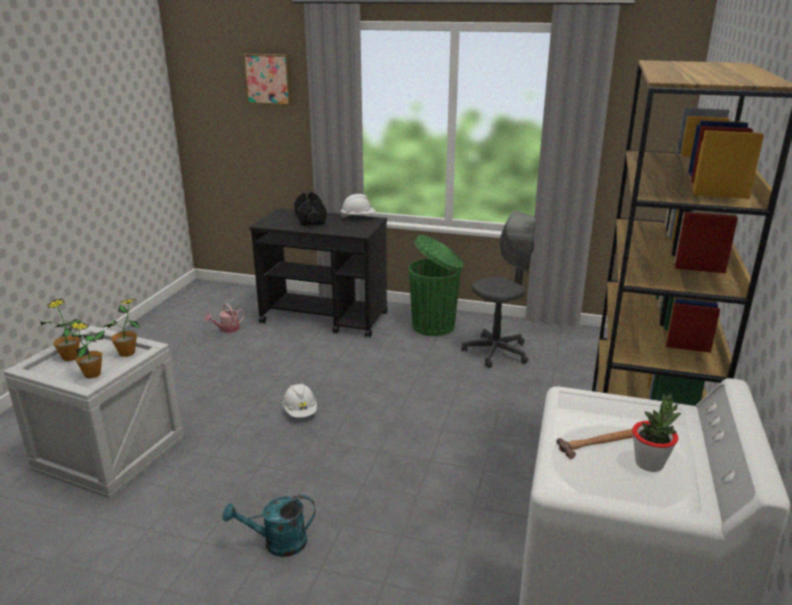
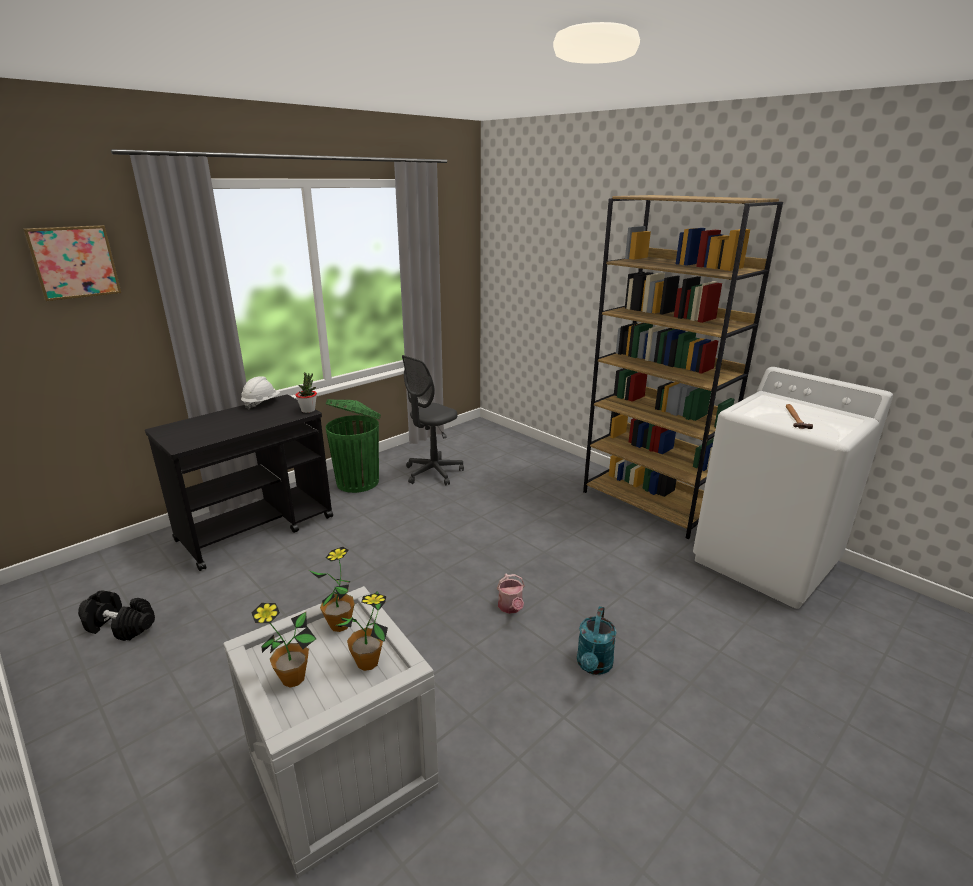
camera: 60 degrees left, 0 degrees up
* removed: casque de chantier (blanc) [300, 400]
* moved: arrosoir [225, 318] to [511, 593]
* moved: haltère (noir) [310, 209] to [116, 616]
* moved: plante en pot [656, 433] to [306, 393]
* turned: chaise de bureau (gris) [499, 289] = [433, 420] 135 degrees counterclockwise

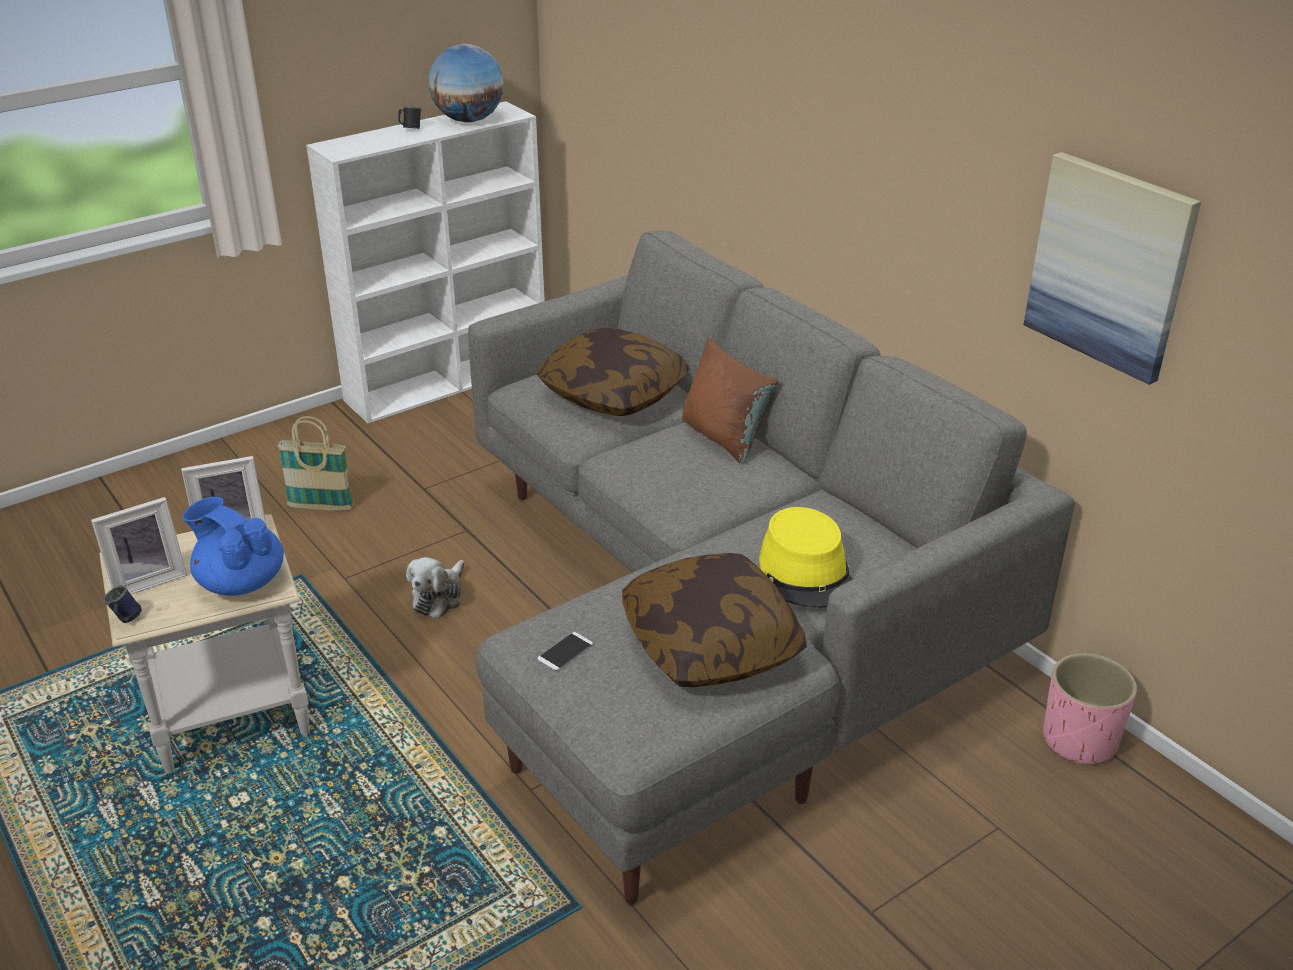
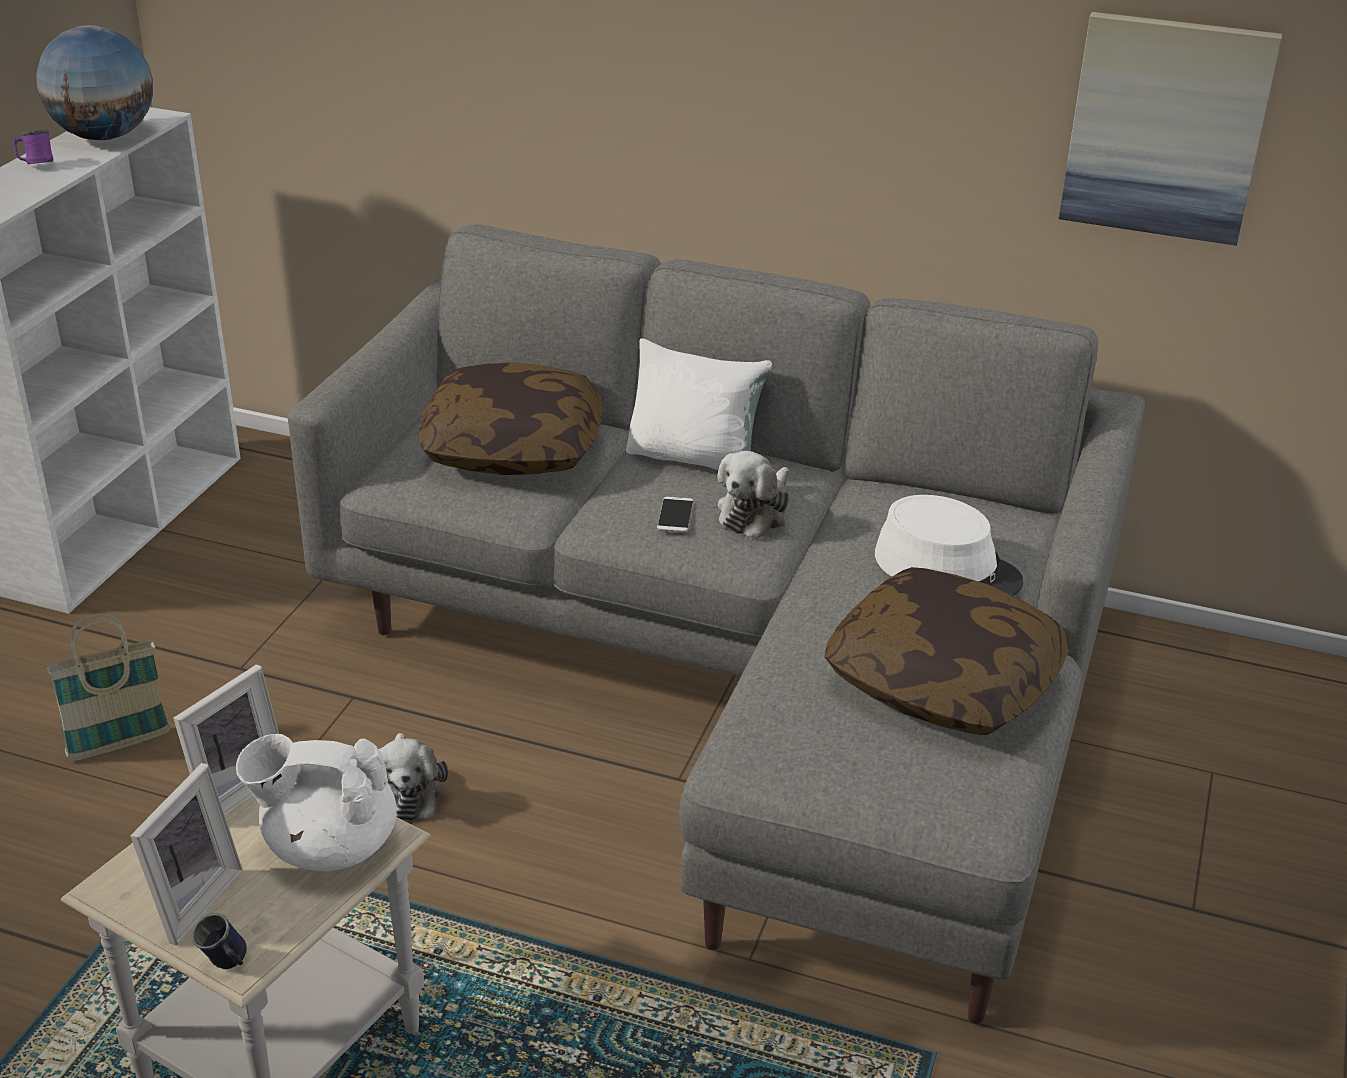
camera: 35 degrees left, 0 degrees up
* removed: cache-pot (rose) [1090, 709]
* added: peluche [753, 495]
* moved: téléphone [565, 651] to [675, 514]
* recoloured: théière (bleu) [233, 546] to théière (blanc) [316, 802]
* recoloured: mug (noir) [409, 117] to mug (violet) [33, 147]
* recoloured: coussin (marron) [730, 401] to coussin (blanc) [699, 404]
* recoloured: chapeau (jaune) [806, 557] to chapeau (blanc) [949, 545]

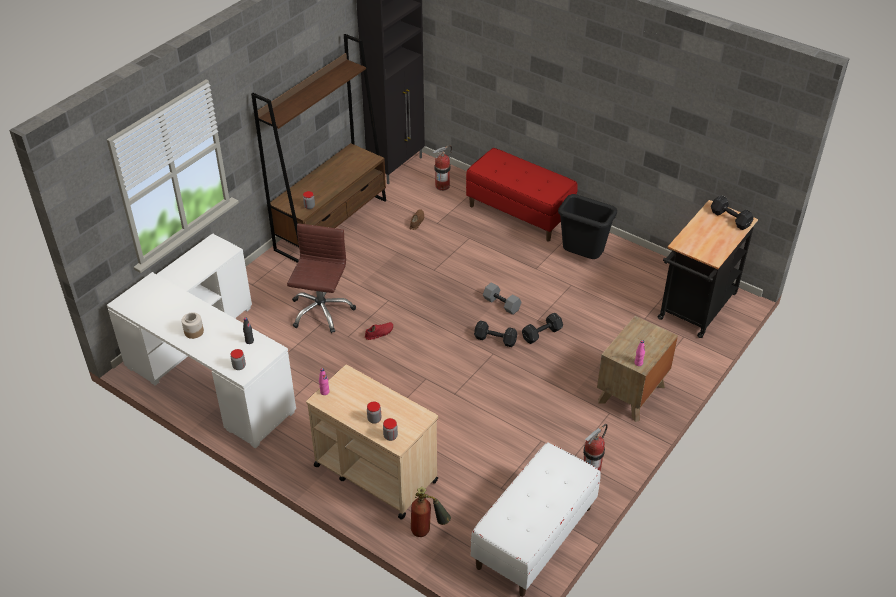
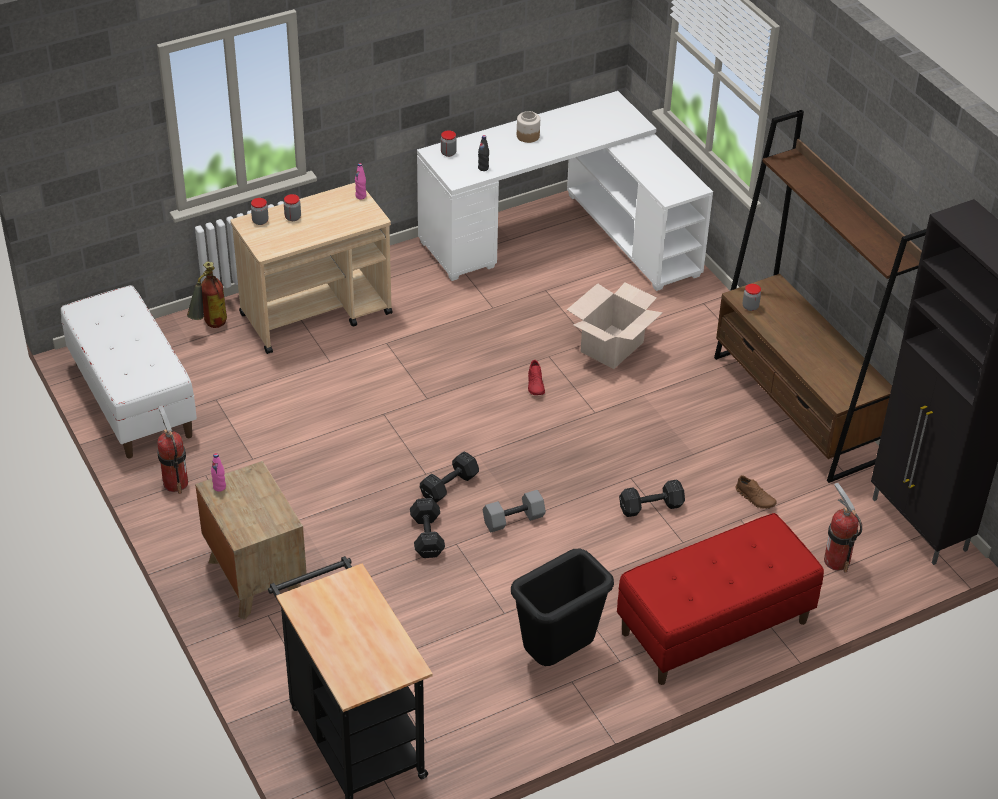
camera: 115 degrees right, 0 degrees up
* moved: haltère (noir) [732, 212] to [652, 498]
* replaced: chaise de bureau (marron) [321, 278] to carton [615, 325]

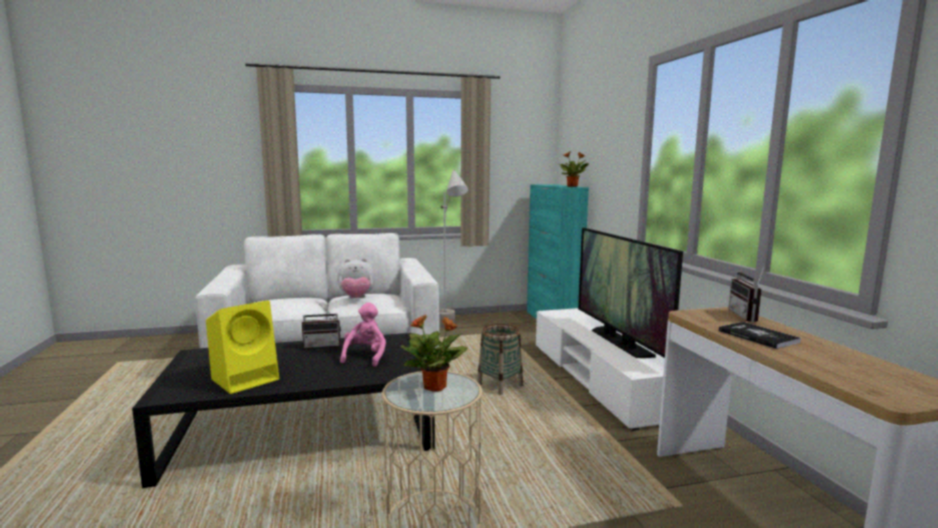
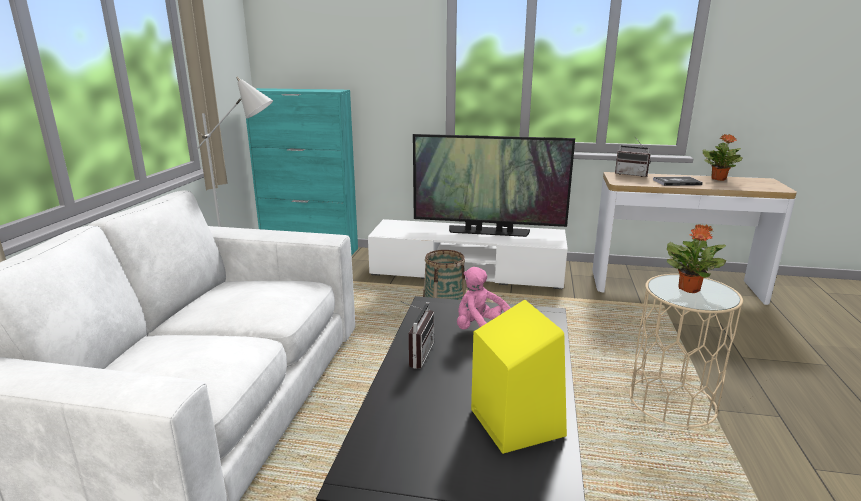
camera: 65 degrees left, 10 degrees up
* removed: peluche [356, 278]
* moved: plante en pot [574, 169] to [723, 157]

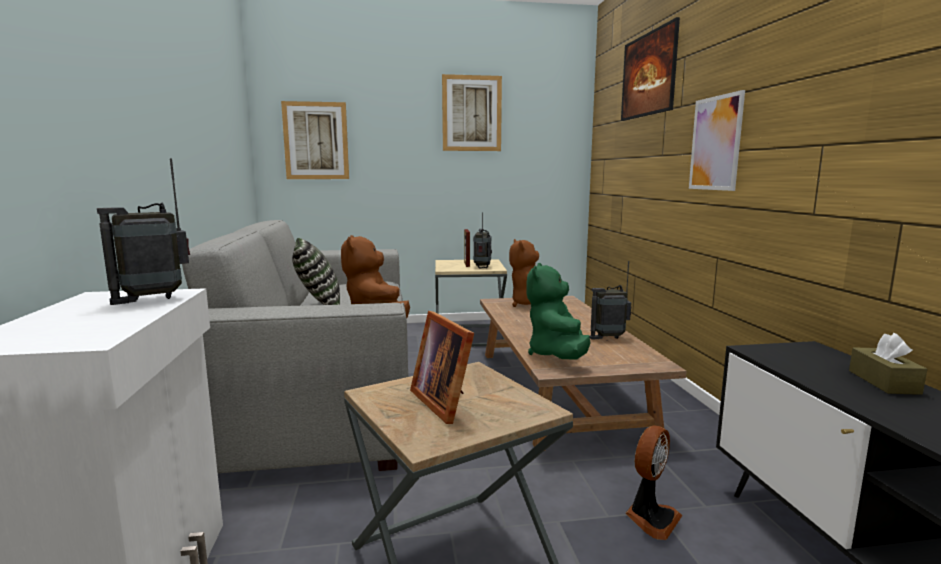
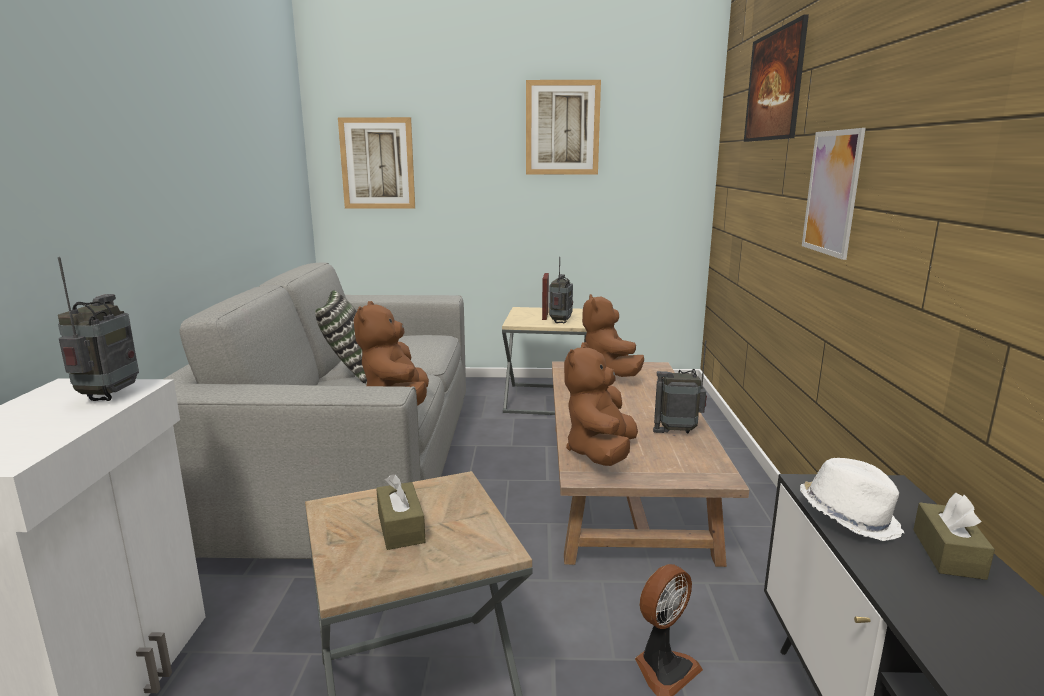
camera: 10 degrees right, 5 degrees up
* added: chapeau (blanc) [852, 499]
* replaced: cadre photo [442, 367] to boîte à mouchoirs (marron) [401, 512]
* recoloured: peluche (vert) [558, 311] to peluche (marron) [601, 404]
* turned: radio [143, 231] = [98, 329] 120 degrees clockwise

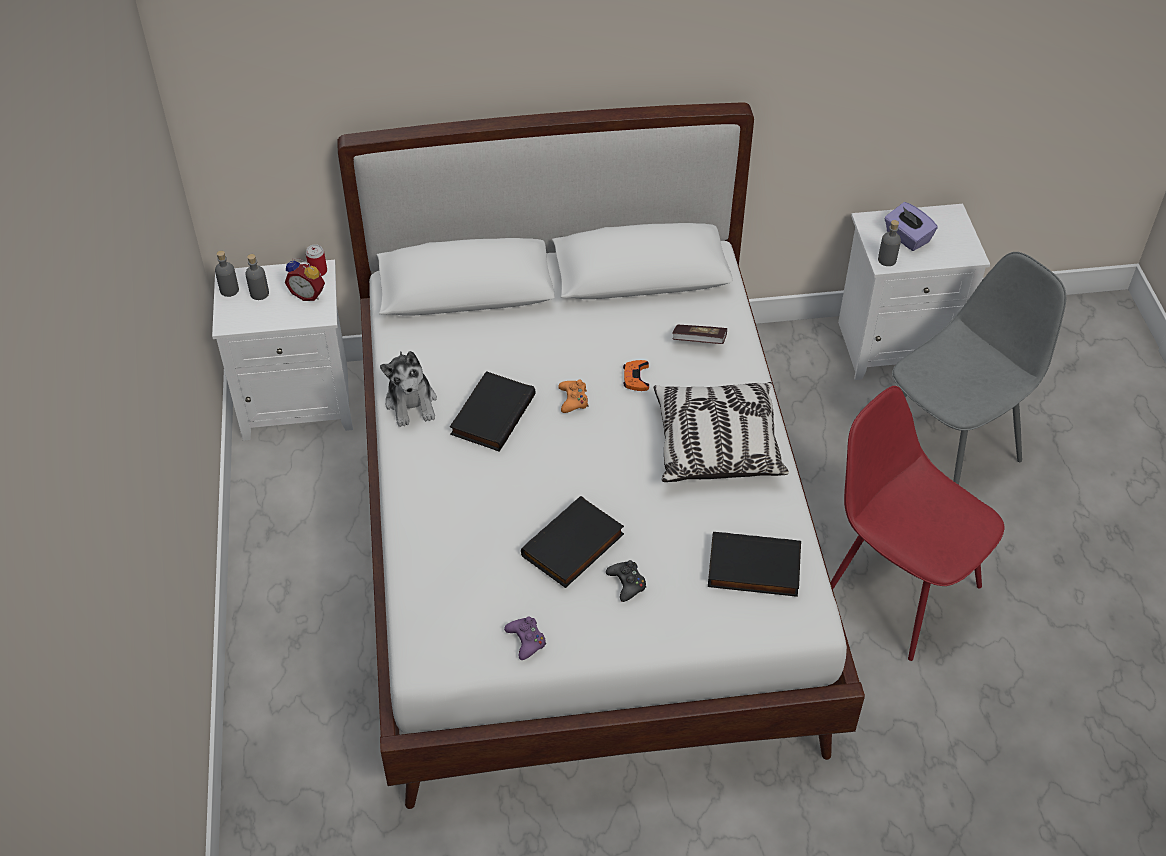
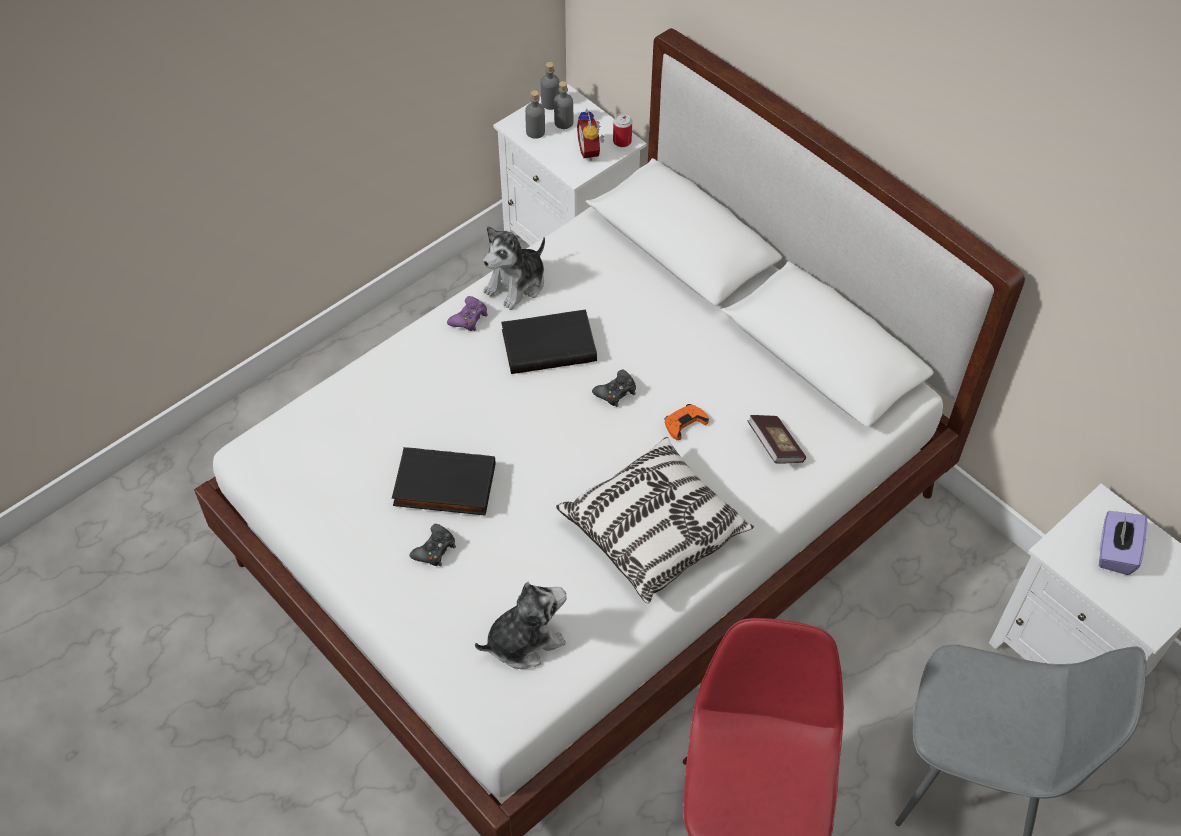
camera: 55 degrees right, 5 degrees up
* moved: manette (violet) [525, 638] to [467, 313]
* moved: bouteille (gris) [889, 243] to [535, 114]
* replaced: livre (noir) [754, 564] to peluche [521, 625]
* recoloured: manette (orange) [573, 396] to manette (noir) [614, 388]

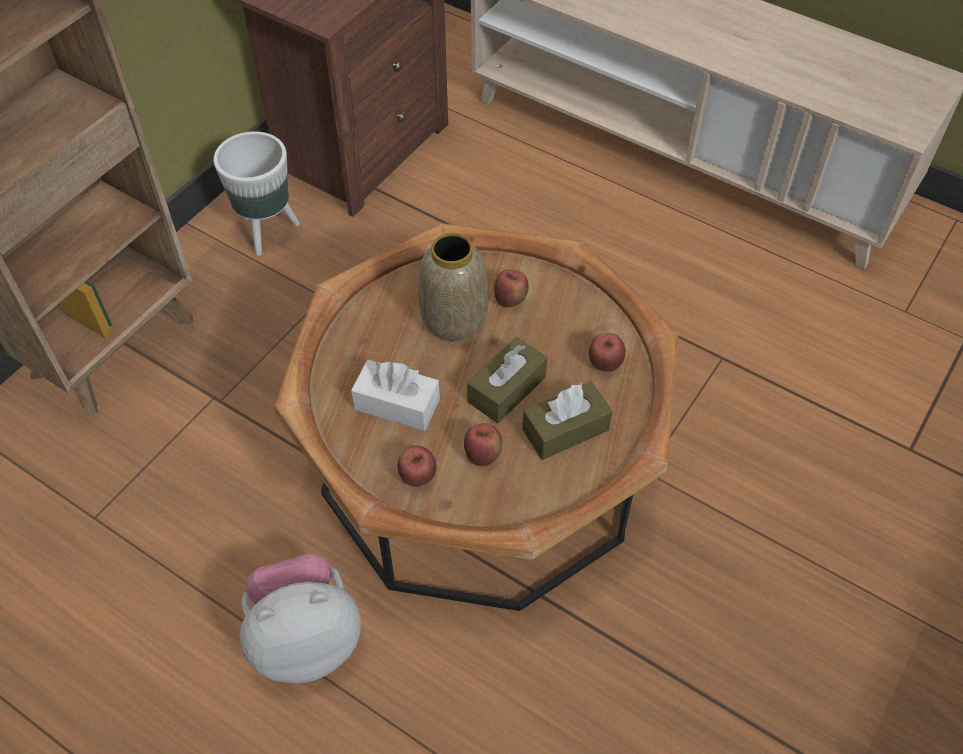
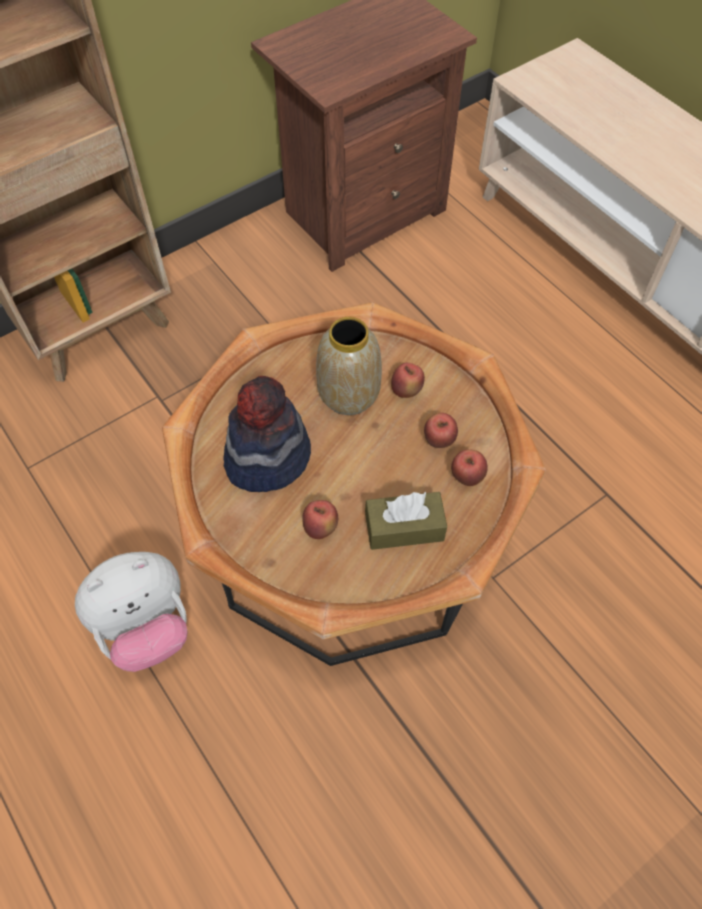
camera: 20 degrees right, 5 degrees up
* removed: cache-pot (blanc) [257, 193]
* removed: boîte à mouchoirs (marron) [507, 380]
* moved: pomme [417, 466] to [441, 430]
* replaced: boîte à mouchoirs (blanc) [395, 395] to chapeau [267, 434]
* turned: peluche [300, 618] = [131, 612] 150 degrees clockwise

